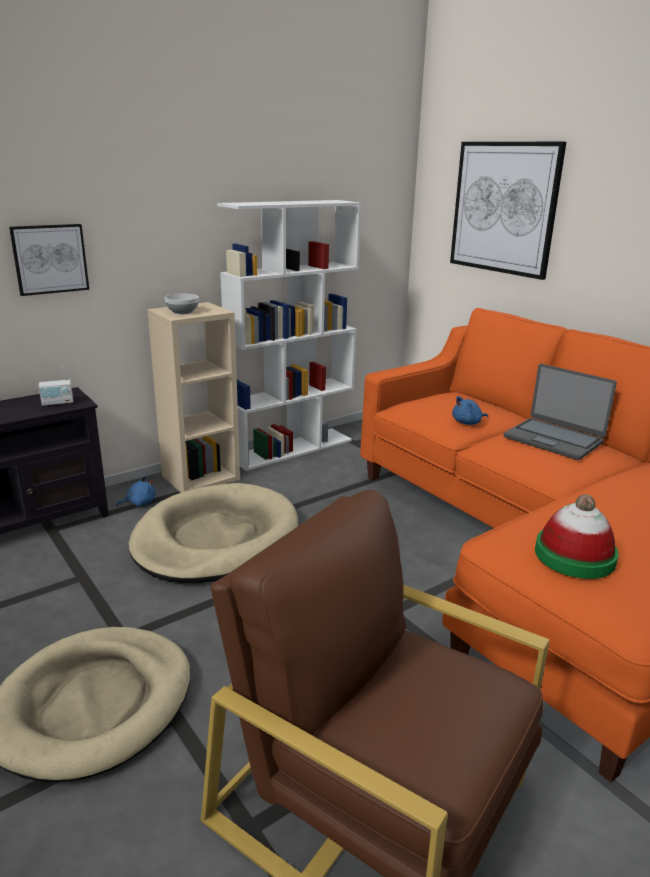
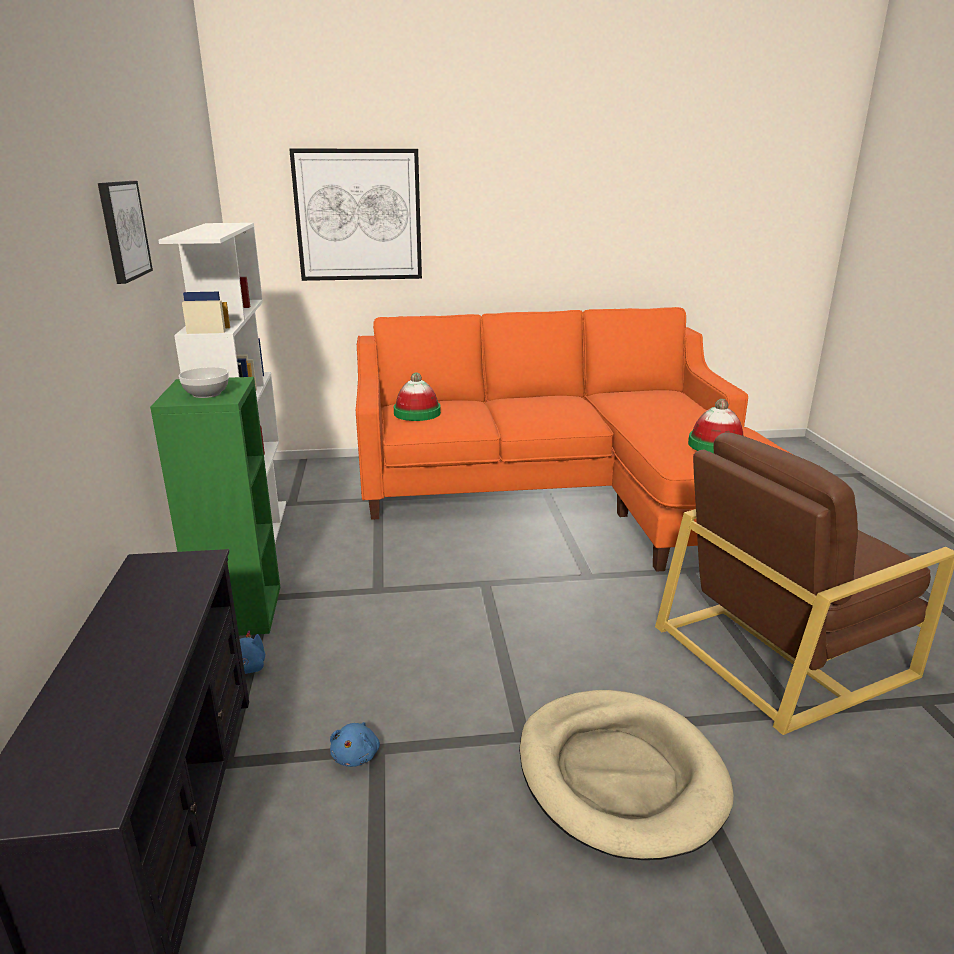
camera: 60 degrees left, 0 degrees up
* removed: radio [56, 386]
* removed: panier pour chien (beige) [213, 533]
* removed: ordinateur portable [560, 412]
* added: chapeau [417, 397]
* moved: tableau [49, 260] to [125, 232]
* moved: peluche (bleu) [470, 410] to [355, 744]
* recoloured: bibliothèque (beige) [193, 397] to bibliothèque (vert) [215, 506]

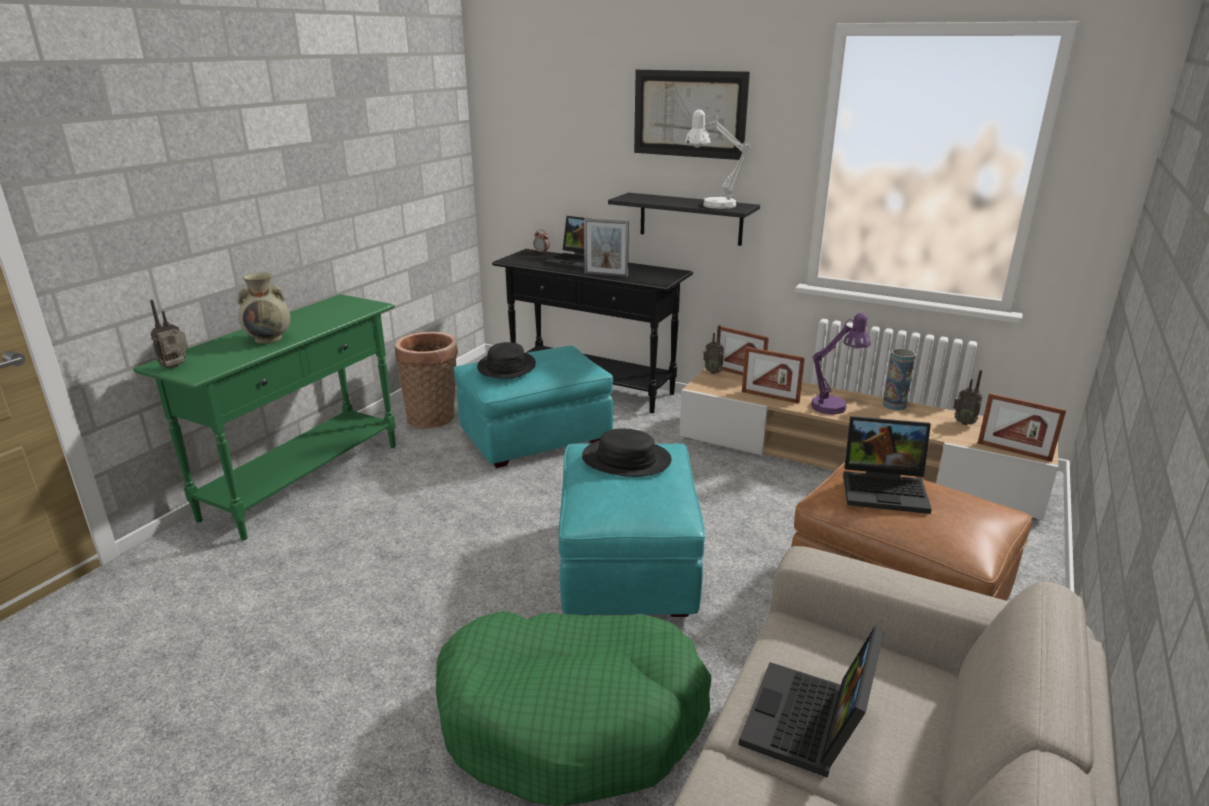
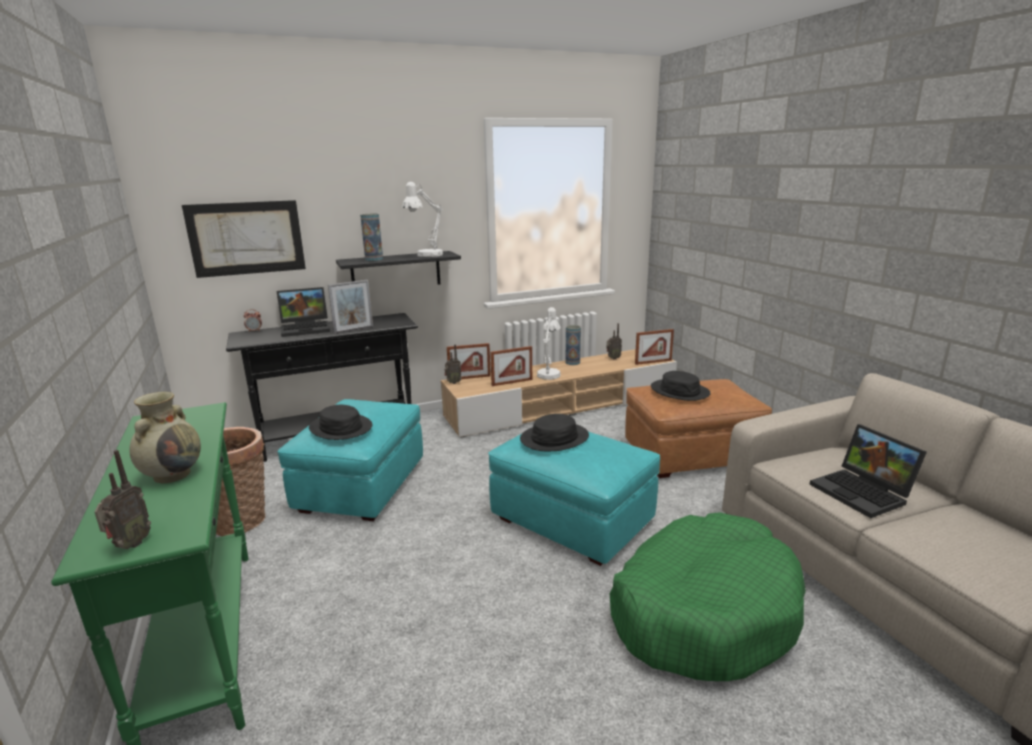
camera: 50 degrees left, 5 degrees down
* added: vase [371, 237]
* moved: tableau [692, 115] to [244, 239]
* replaced: ordinateur portable [887, 465] to chapeau (noir) [681, 386]
* recoloured: lampe de table (violet) [841, 364] to lampe de table (blanc) [549, 343]
* turned: radio [169, 334] = [123, 499] 150 degrees counterclockwise

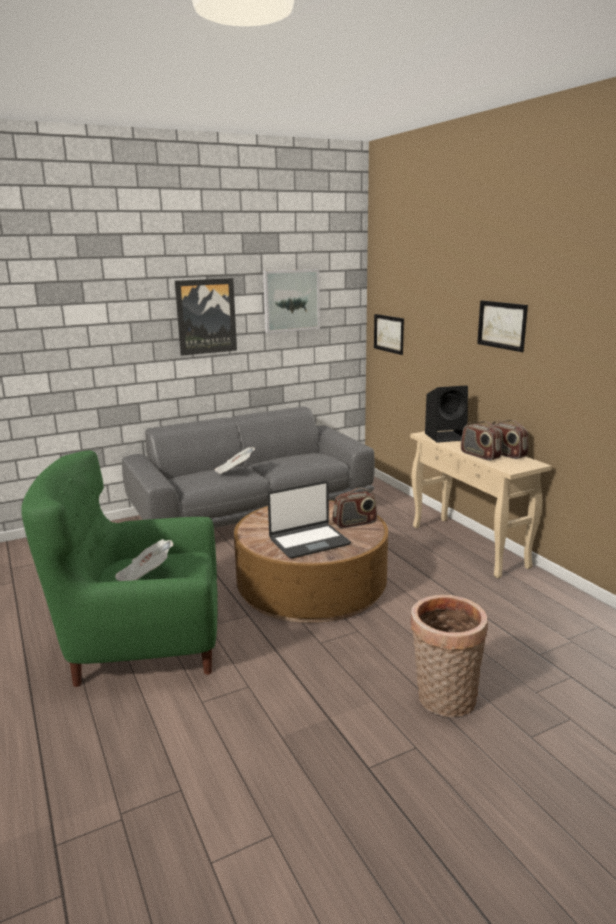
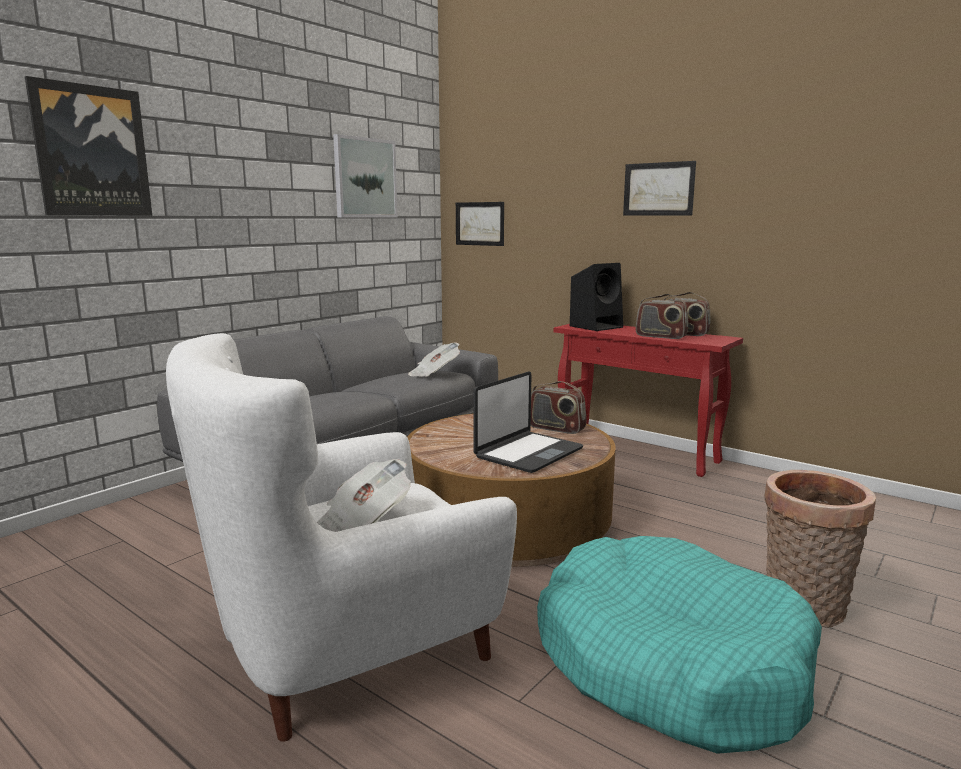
camera: 25 degrees left, 5 degrees down
* added: panier pour chien (turquoise) [679, 645]
* moved: tableau [206, 317] to [88, 146]
* moved: journal [235, 460] to [434, 359]
* recoloured: fauteuil (vert) [119, 568] to fauteuil (blanc) [341, 537]
* recoloured: table console (beige) [481, 504] to table console (rouge) [648, 400]
* turned: radio [355, 508] = [558, 407] 75 degrees clockwise

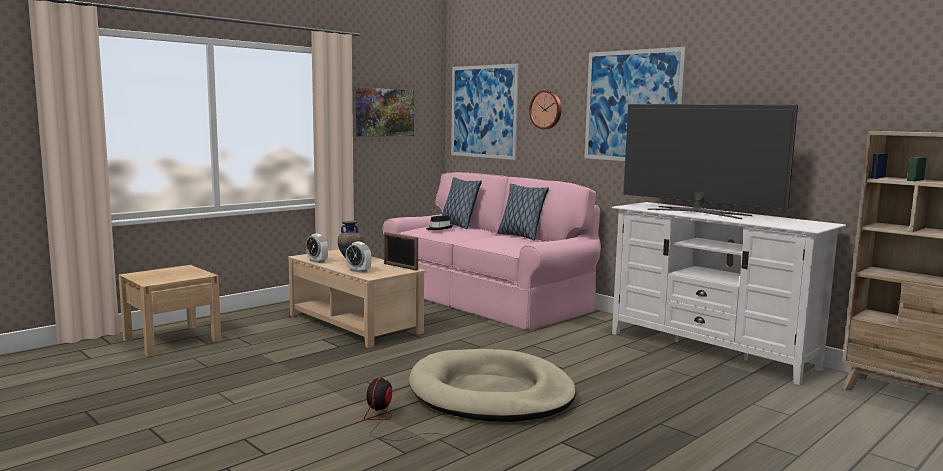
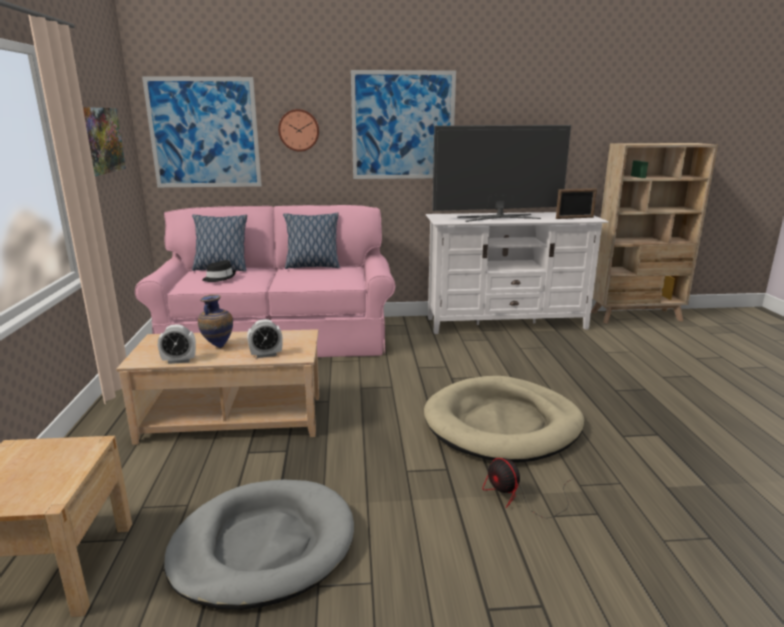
camera: 50 degrees left, 10 degrees up
* added: panier pour chien (gris) [259, 545]
* moved: cadre photo [401, 251] to [576, 203]

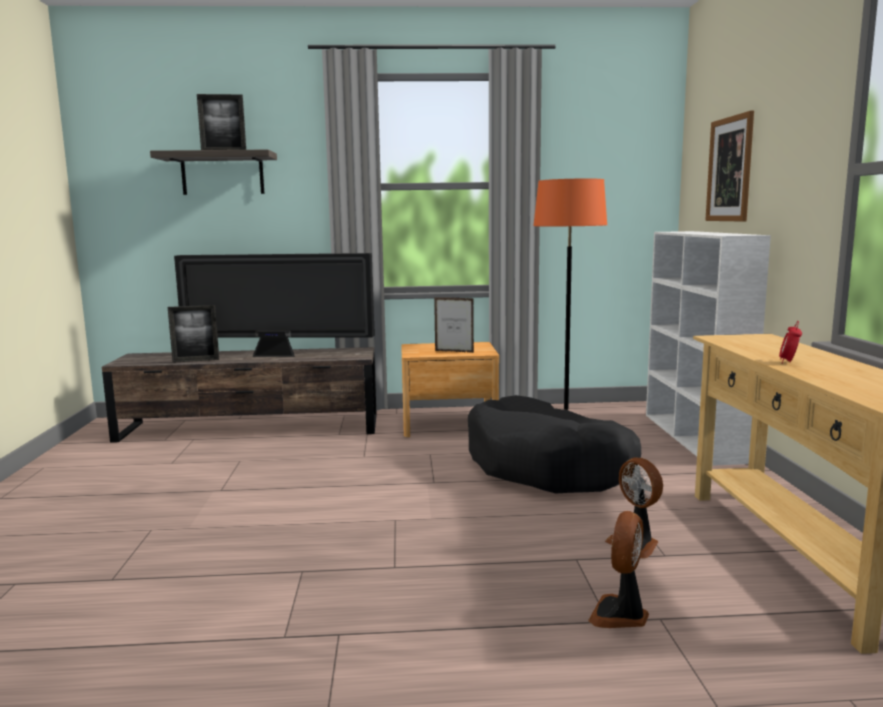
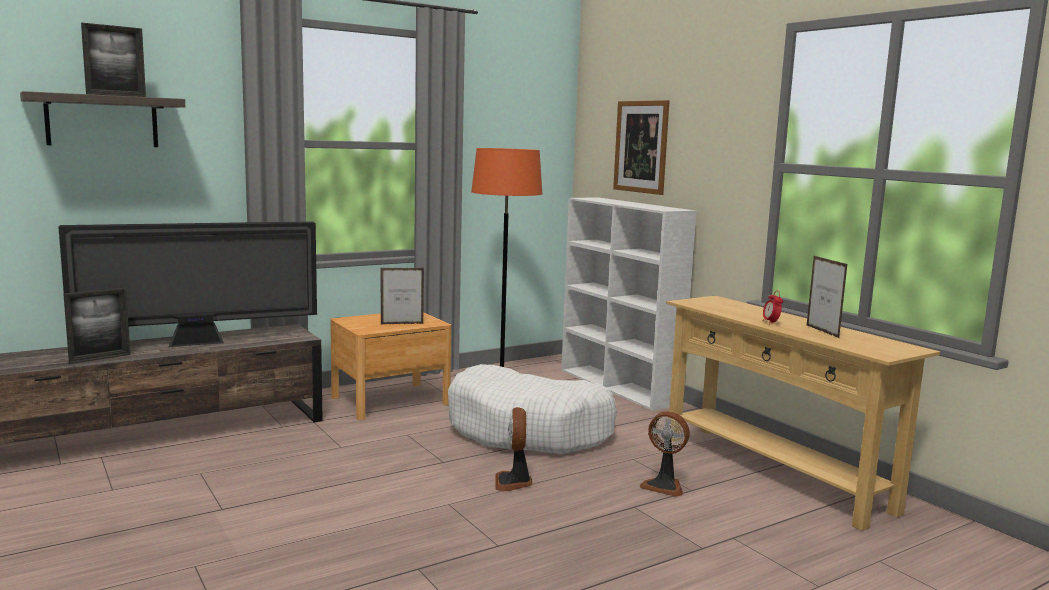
camera: 30 degrees left, 0 degrees up
* added: cadre photo [827, 297]
* moved: ventilateur [618, 569] to [514, 449]
* recoloured: panier pour chien (noir) [554, 444] to panier pour chien (blanc) [533, 409]

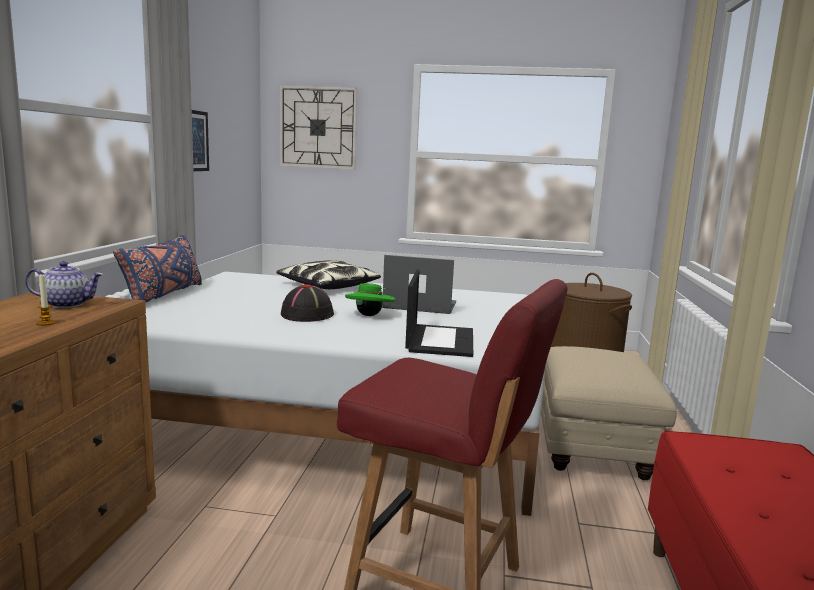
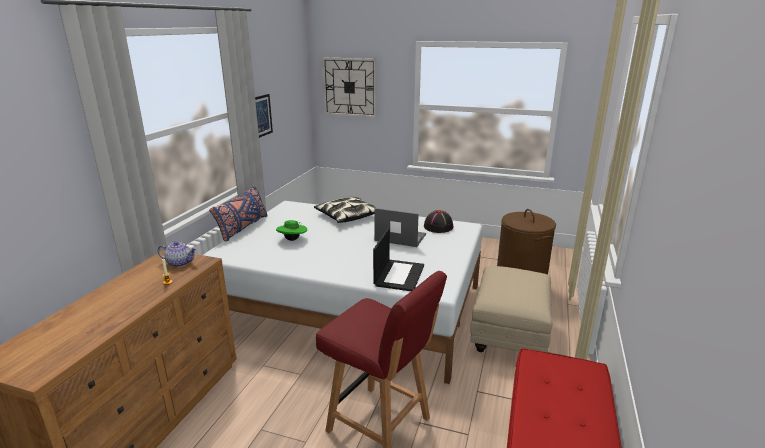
camera: 10 degrees right, 10 degrees up
* moved: chapeau (noir) [307, 303] to [439, 221]
* moved: chapeau (vert) [370, 299] to [291, 230]

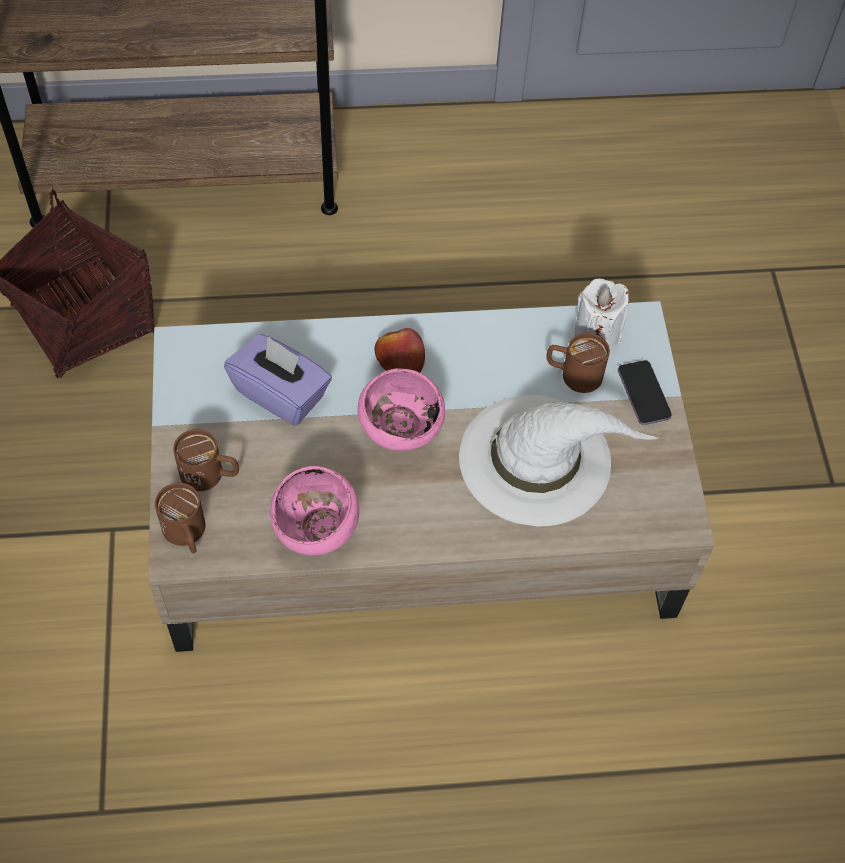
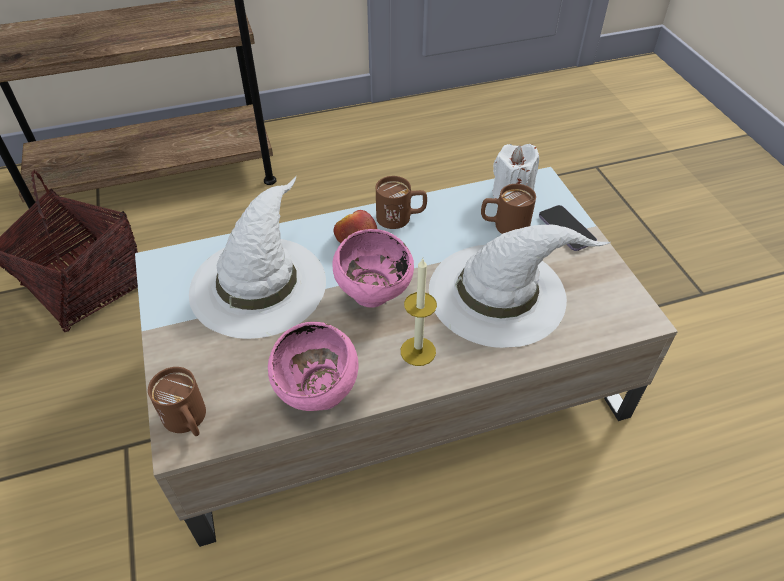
camera: 10 degrees left, 10 degrees down
* added: bougie [419, 312]
* moved: mug (marron) [206, 460] to [401, 202]
* replaced: boîte à mouchoirs (violet) [278, 380] to chapeau (blanc) [257, 257]

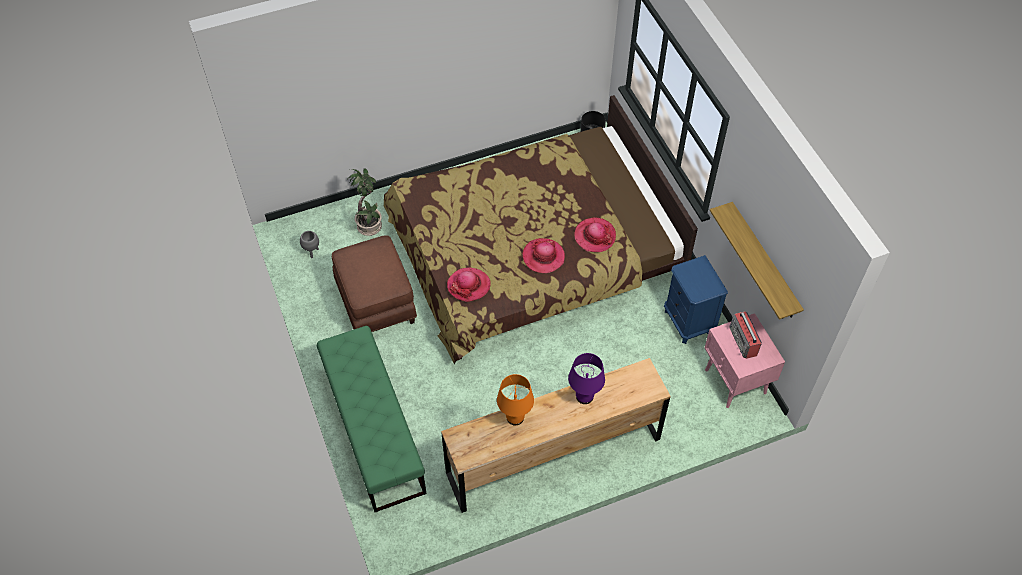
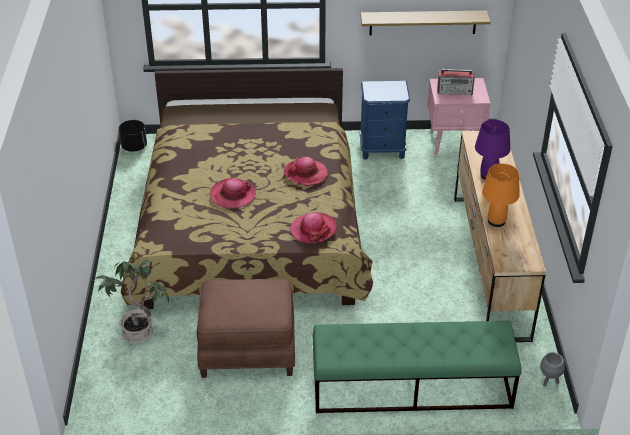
camera: 70 degrees left, 15 degrees down
* moved: cache-pot (gris) [309, 244] to [552, 369]
* moved: chapeau [595, 234] to [233, 193]

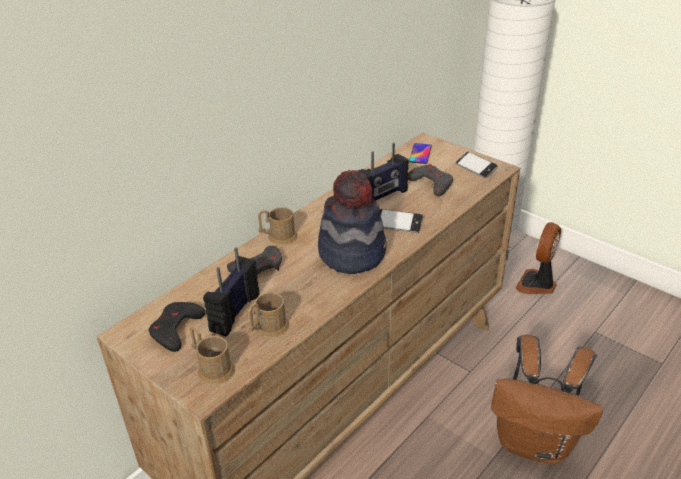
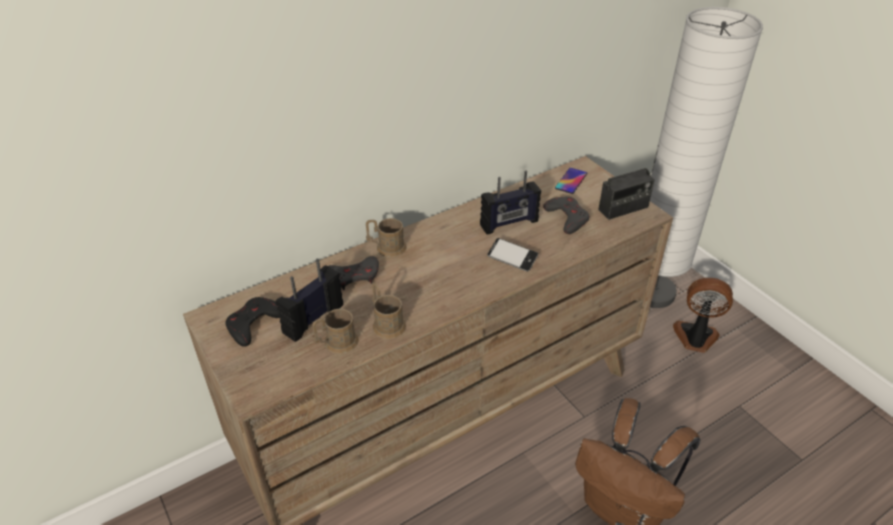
camera: 15 degrees right, 5 degrees up
* removed: chapeau [352, 222]
* moved: mug (marron) [212, 356] to [389, 311]
* replaced: téléphone [477, 164] to radio [628, 182]
* turned: ventilateur [538, 258] = [703, 315] 60 degrees clockwise

